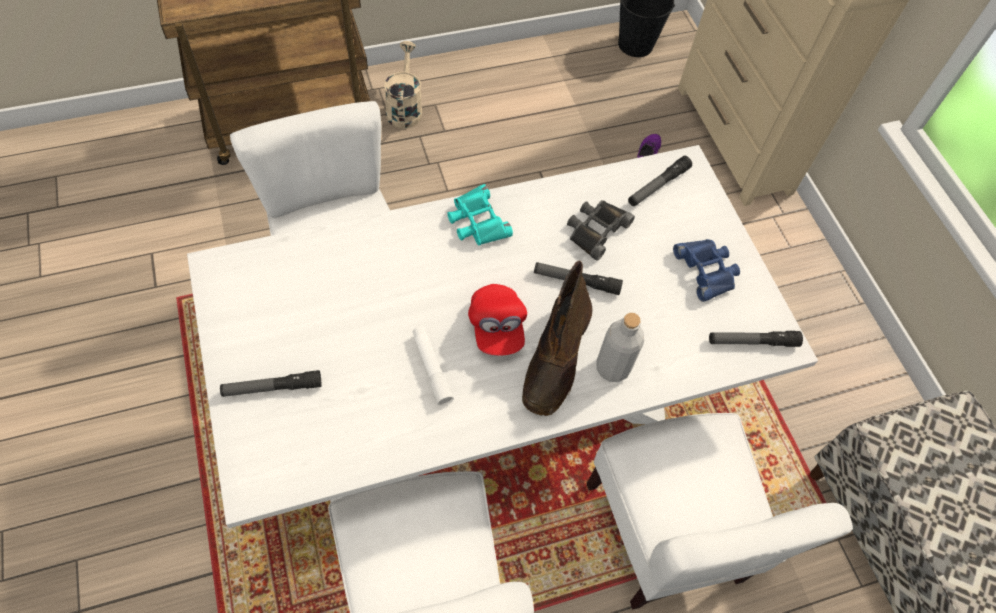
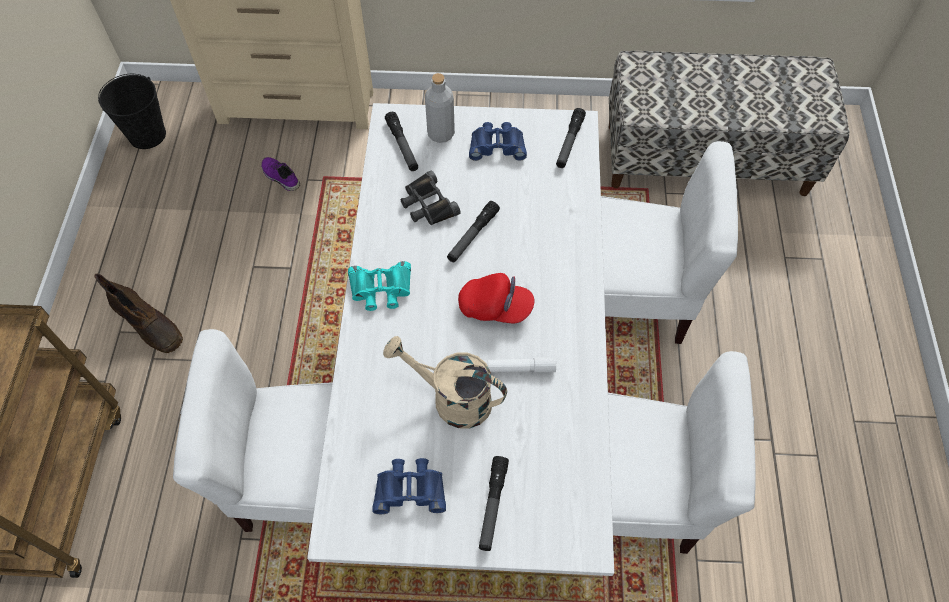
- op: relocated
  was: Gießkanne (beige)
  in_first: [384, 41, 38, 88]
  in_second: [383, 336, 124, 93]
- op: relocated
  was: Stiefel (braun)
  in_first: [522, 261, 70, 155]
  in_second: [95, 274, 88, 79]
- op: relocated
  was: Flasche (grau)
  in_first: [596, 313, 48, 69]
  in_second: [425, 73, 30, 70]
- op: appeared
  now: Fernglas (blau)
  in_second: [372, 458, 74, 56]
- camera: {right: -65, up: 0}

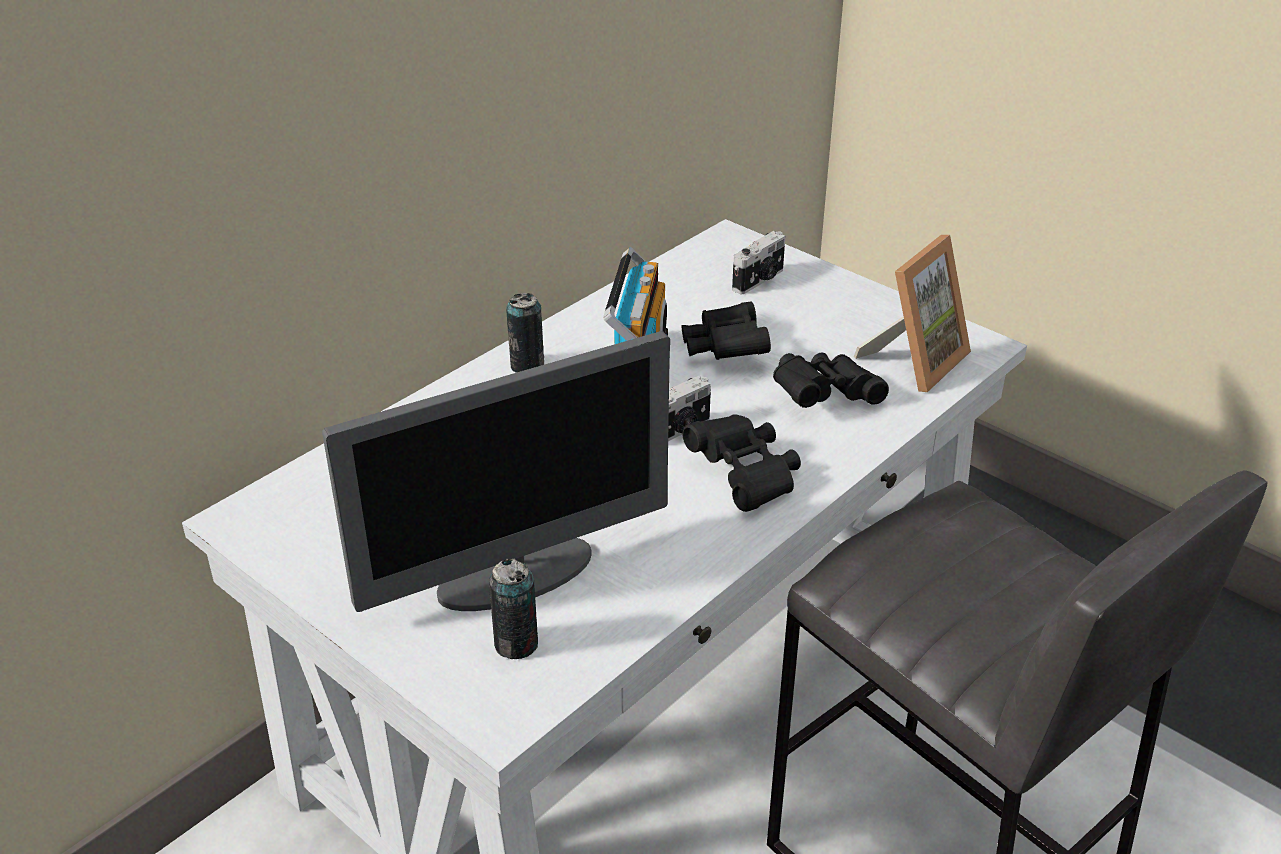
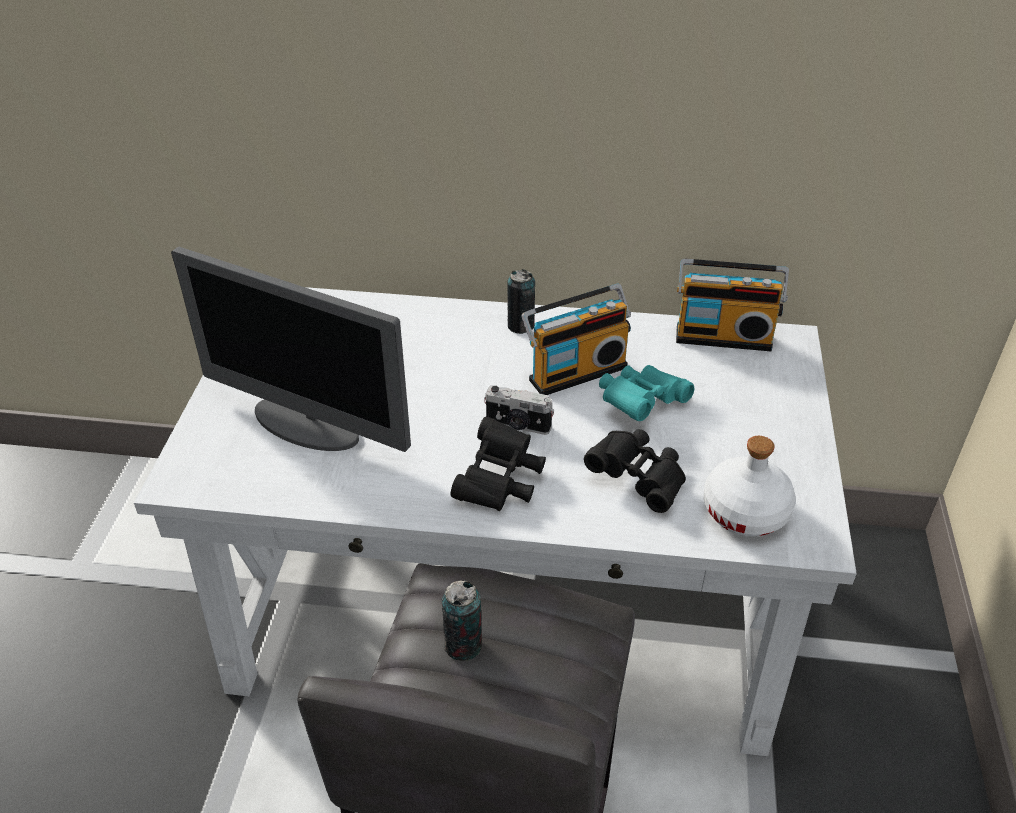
- op: missing
  was: Kamera
  in_first: [732, 231, 53, 63]
- op: exchanged
  was: Bilderrahmen
  now: Flasche (weiß)
  in_first: [854, 235, 117, 157]
  in_second: [704, 436, 92, 100]
- op: colour
  was: Fernglas (schwarz)
  now: Fernglas (türkis)
  in_first: [682, 302, 89, 58]
  in_second: [599, 365, 95, 56]
- op: relocated
  was: Dose
  in_first: [489, 558, 49, 101]
  in_second: [441, 580, 41, 81]
- op: appeared
  now: Radio
  in_second: [676, 259, 113, 92]
- camera: {right: 55, up: 5}

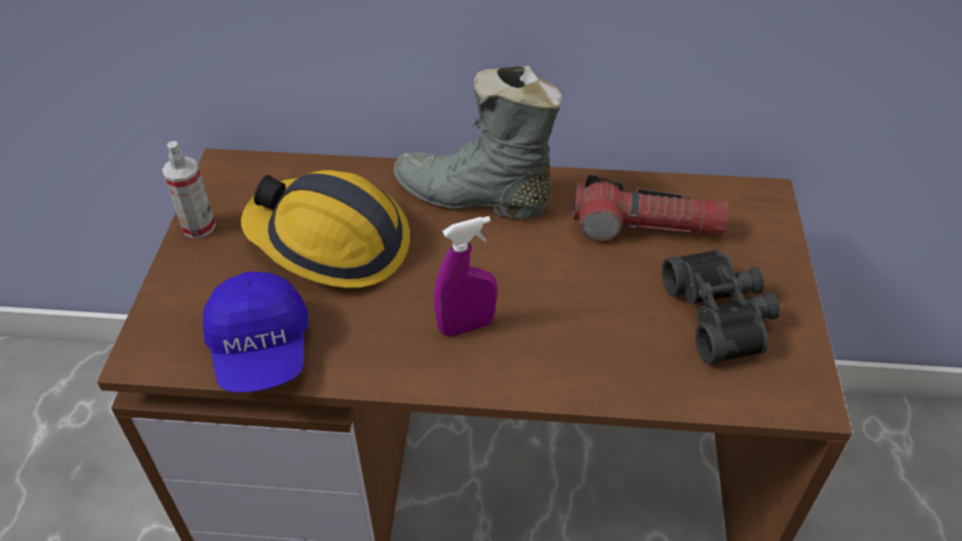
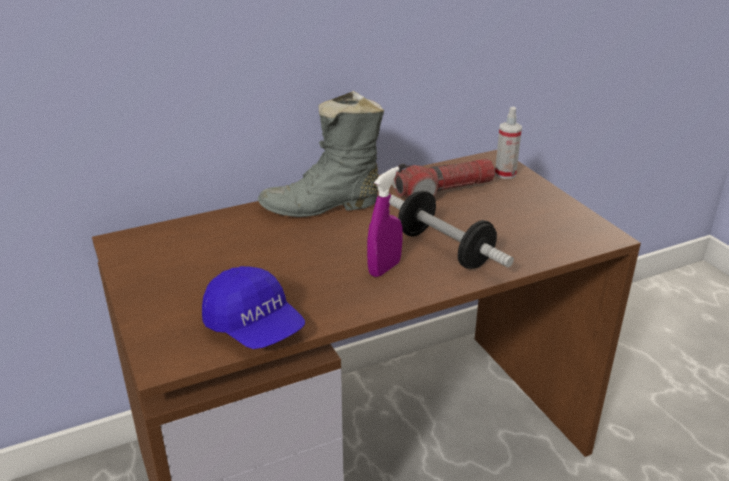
- op: relocated
  was: Sprühflasche
  in_first: [162, 141, 54, 98]
  in_second: [495, 107, 27, 72]
- op: missing
  was: Schutzhelm
  in_first: [241, 170, 169, 118]
- op: missing
  was: Fernglas (schwarz)
  in_first: [662, 249, 118, 115]
- op: appeared
  now: Hantel
  in_second: [389, 191, 125, 78]
- camera: {right: -30, up: -15}

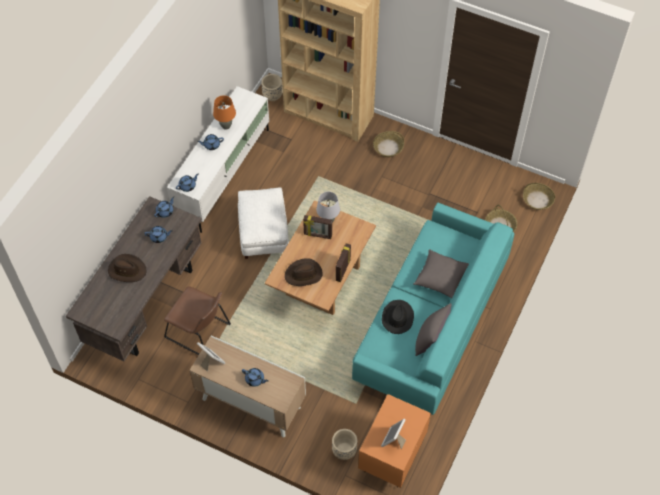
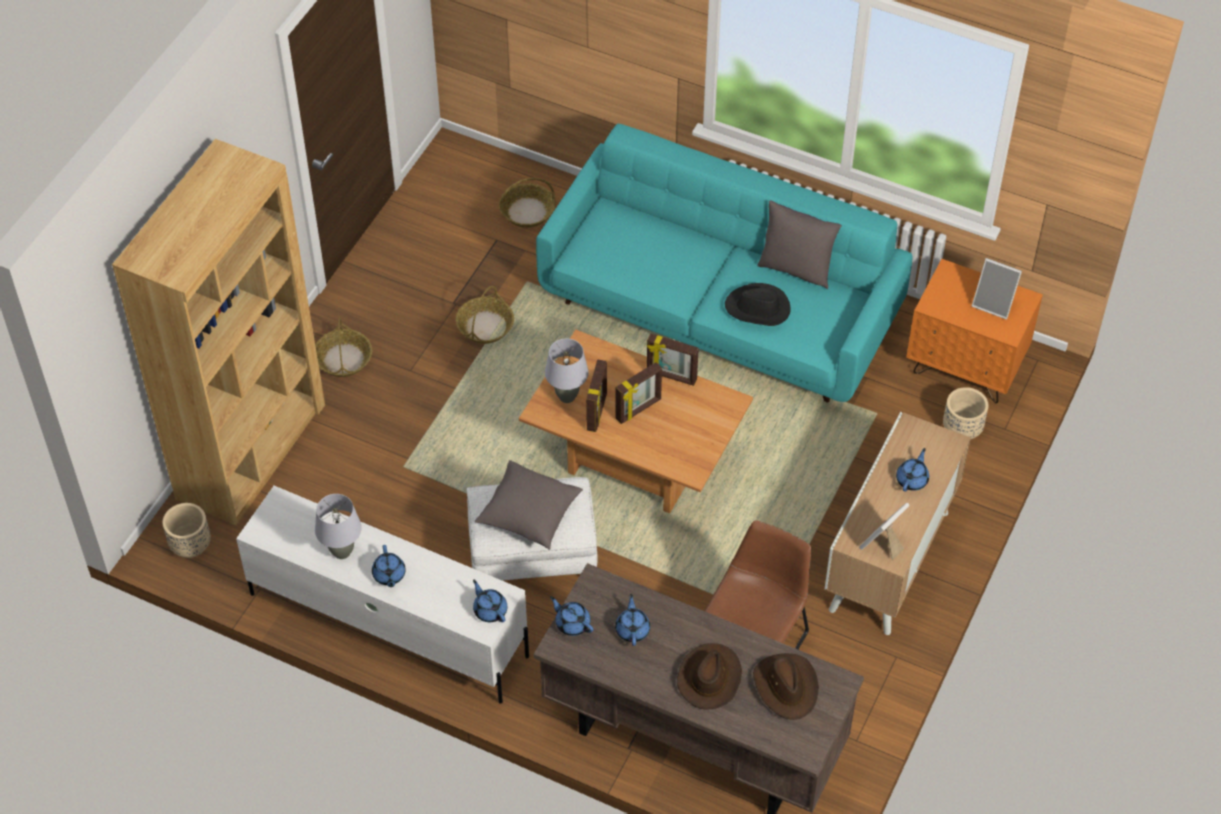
- op: colour
  was: Tischlampe (orange)
  now: Tischlampe (grau)
  in_first: [213, 95, 23, 35]
  in_second: [315, 494, 47, 65]
- op: relocated
  was: Korb
  in_first: [523, 183, 32, 27]
  in_second: [456, 286, 58, 58]
- op: relocated
  was: Kissen (grau)
  in_first: [413, 249, 56, 49]
  in_second: [475, 460, 108, 90]
- op: relocated
  was: Hut (braun)
  in_first: [285, 258, 38, 28]
  in_second: [753, 653, 66, 67]
- op: appeared
  now: Bilderrahmen
  in_second: [616, 362, 46, 62]
- camera: {right: -90, up: -5}

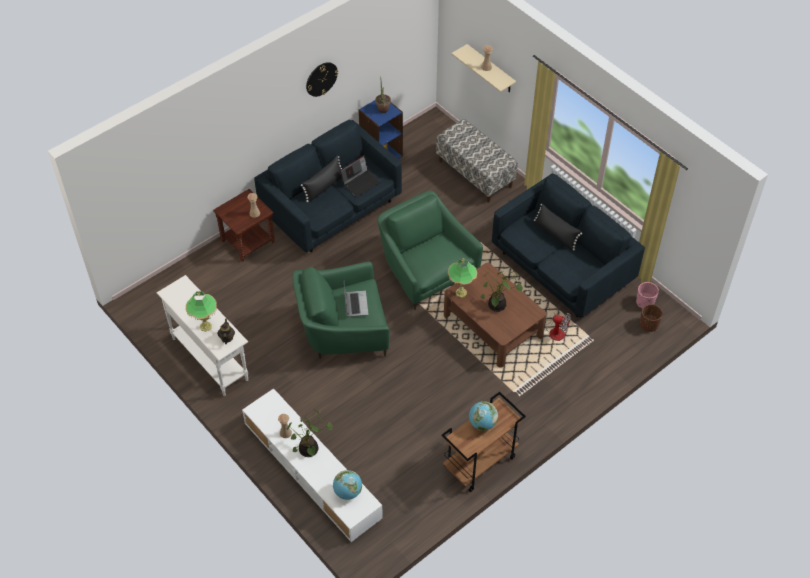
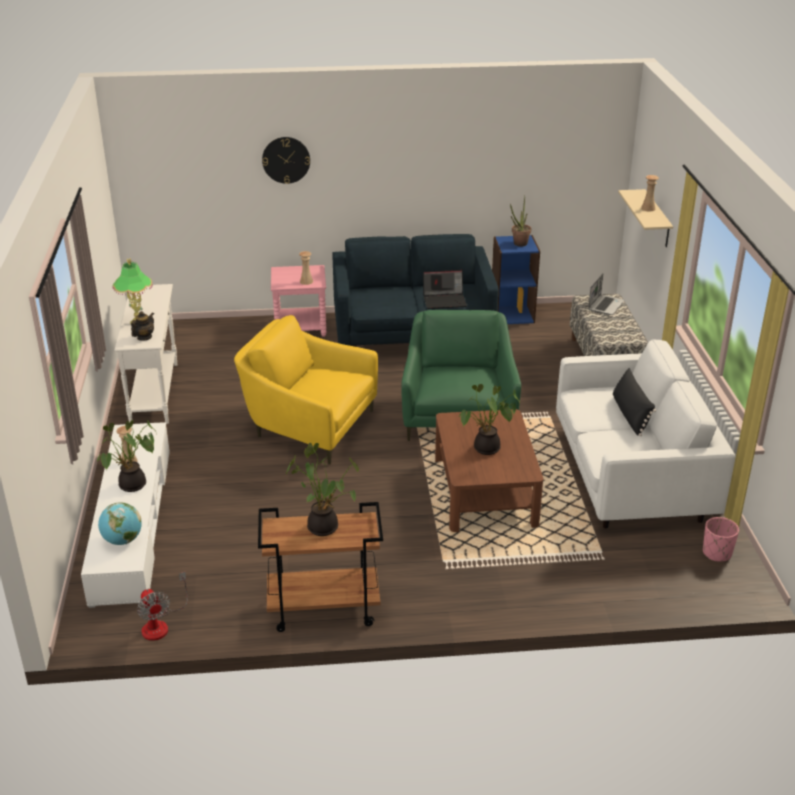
- op: relocated
  was: Wanduhr
  in_first: [306, 62, 32, 35]
  in_second: [262, 137, 48, 47]
- op: missing
  was: Kissen (schwarz)
  in_first: [301, 156, 41, 46]
- op: colour
  was: Sofa (blau)
  now: Sofa (weiß)
  in_first: [492, 174, 153, 144]
  in_second: [556, 340, 179, 188]
- op: colour
  was: Beistelltisch (braun)
  now: Beistelltisch (rosa)
  in_first: [213, 189, 62, 72]
  in_second: [271, 265, 56, 72]
- op: missing
  was: Tischlampe
  in_first: [447, 258, 30, 39]
- op: colour
  was: Sessel (grün)
  now: Sessel (gelb)
  in_first: [292, 261, 98, 98]
  in_second: [234, 315, 144, 150]
- op: relocated
  was: Laptop
  in_first: [344, 283, 24, 34]
  in_second: [588, 274, 36, 41]
- op: relocated
  was: Ventilator
  in_first: [545, 298, 26, 43]
  in_second: [137, 572, 51, 69]
- op: missing
  was: Pflanzkübel (braun)
  in_first: [640, 304, 23, 28]
- op: exchanged
  was: Globus
  now: Topfpflanze
  in_first: [469, 401, 29, 30]
  in_second: [286, 443, 73, 93]
- camera: {right: 35, up: -20}

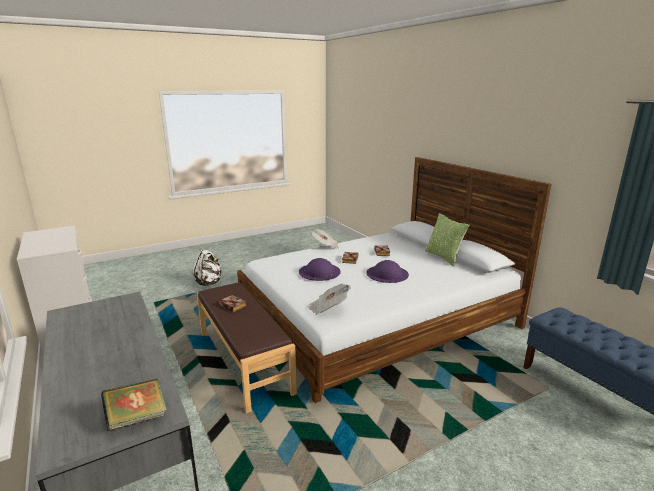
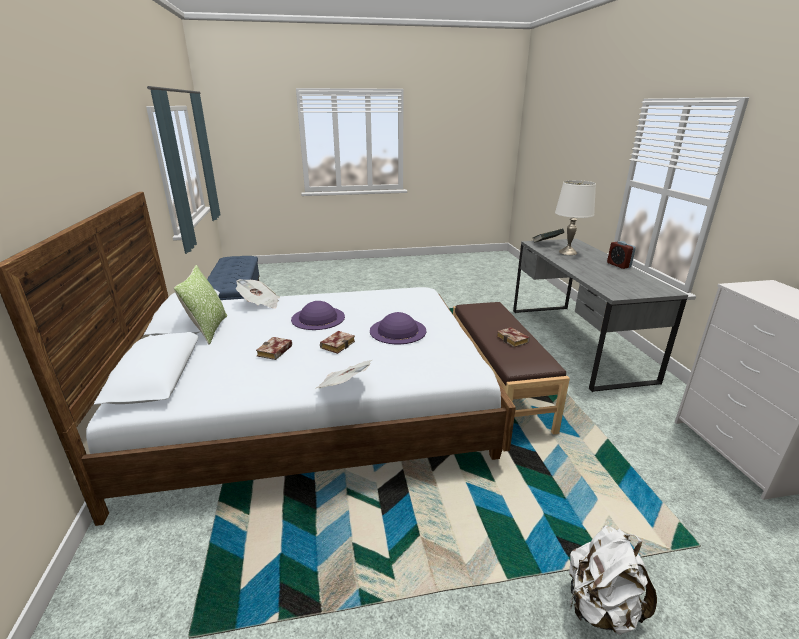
- op: relocated
  was: Zeitung
  in_first: [307, 284, 44, 31]
  in_second: [236, 279, 44, 29]
- op: appeared
  now: Tischlampe (weiß)
  in_second: [555, 180, 41, 75]
- op: appeared
  now: Wecker
  in_second: [607, 241, 29, 28]
- camera: {right: -160, up: 5}

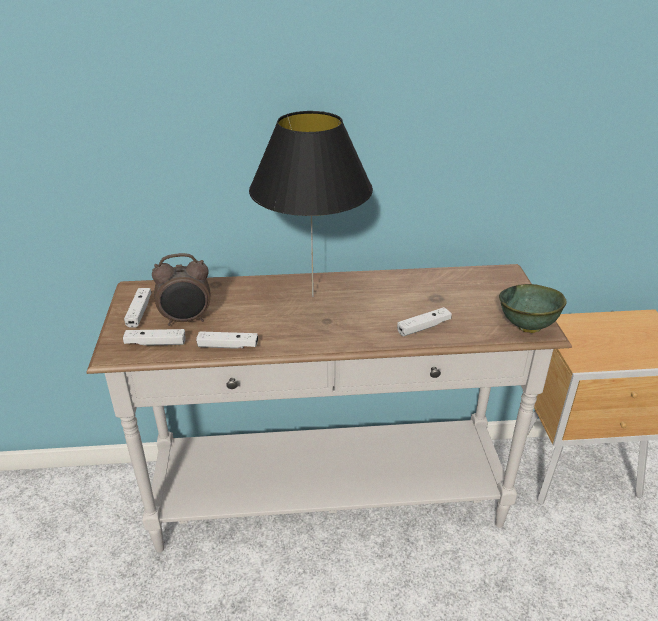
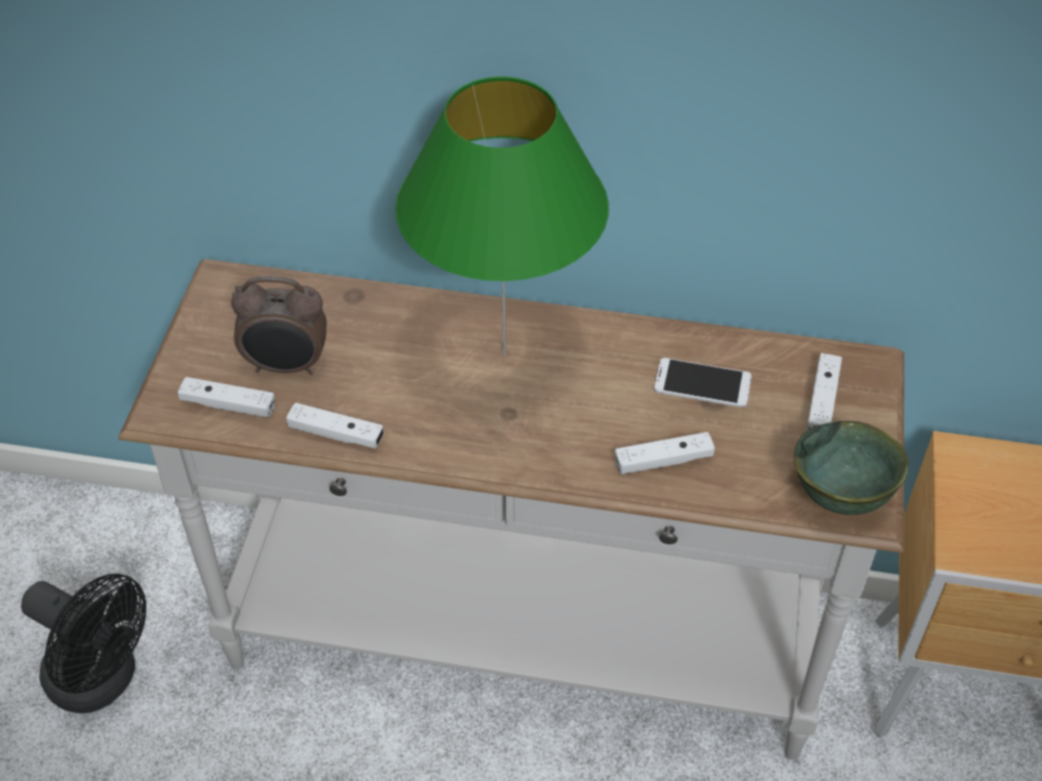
- op: colour
  was: Tischlampe (schwarz)
  now: Tischlampe (grün)
  in_first: [249, 111, 124, 186]
  in_second: [395, 76, 214, 280]
- op: relocated
  was: Gamepad (weiß)
  in_first: [124, 288, 28, 40]
  in_second: [807, 353, 35, 77]
- op: appeared
  now: Handy
  in_second: [654, 358, 98, 50]
- op: appeared
  now: Ventilator (schwarz)
  in_second: [21, 574, 125, 140]
- camera: {right: 15, up: 15}

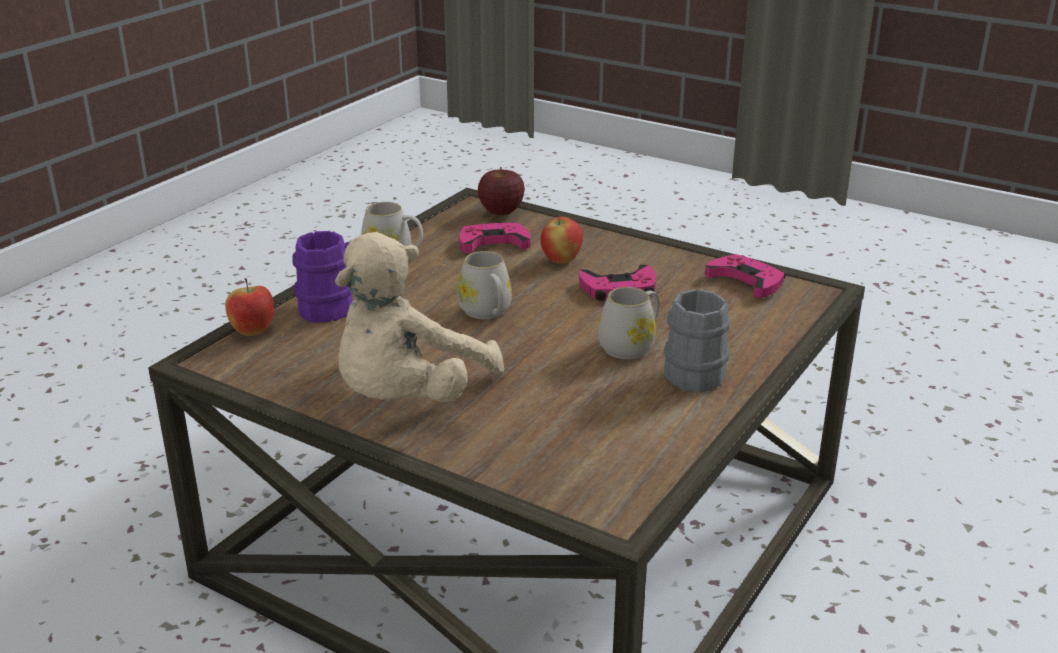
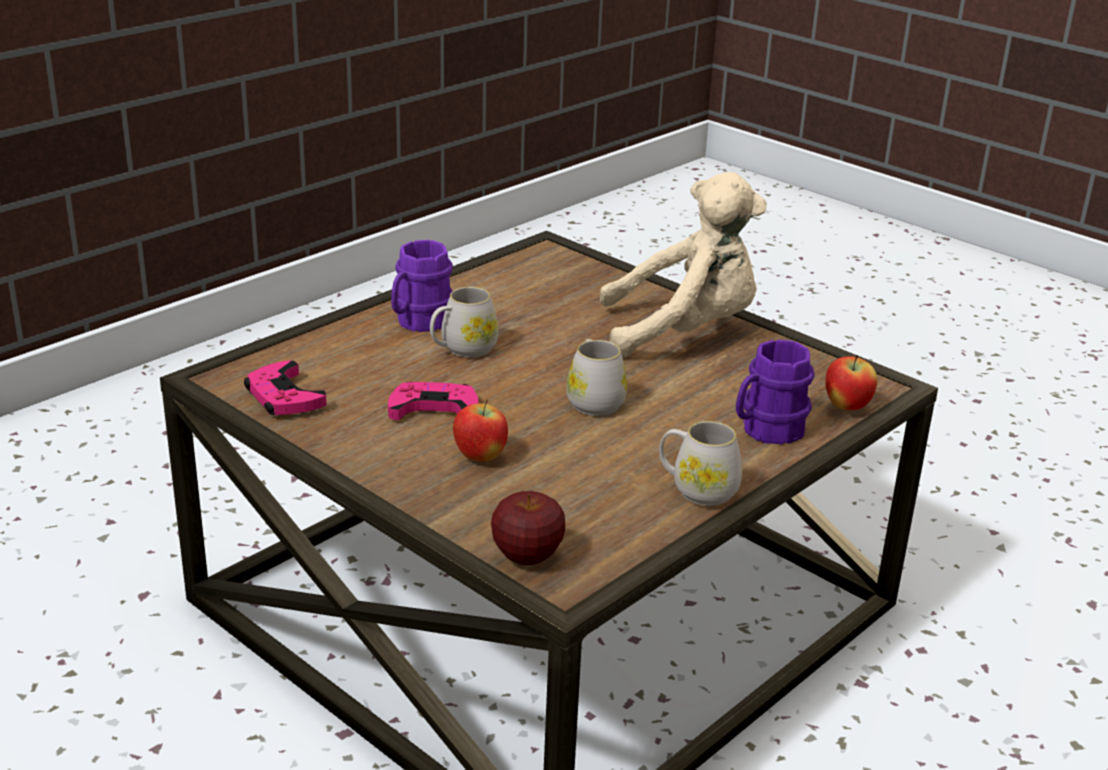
- op: missing
  was: Gamepad (rosa)
  in_first: [459, 222, 72, 31]
- op: spun
  was: Plüschtier (beige)
  in_first: [335, 232, 169, 170]
  in_second: [600, 172, 166, 186]
  clockwise: 45
- op: colour
  was: Henkelbecher (grau)
  now: Henkelbecher (lila)
  in_first: [664, 289, 67, 104]
  in_second: [391, 240, 62, 92]
- camera: {right: -170, up: 0}

